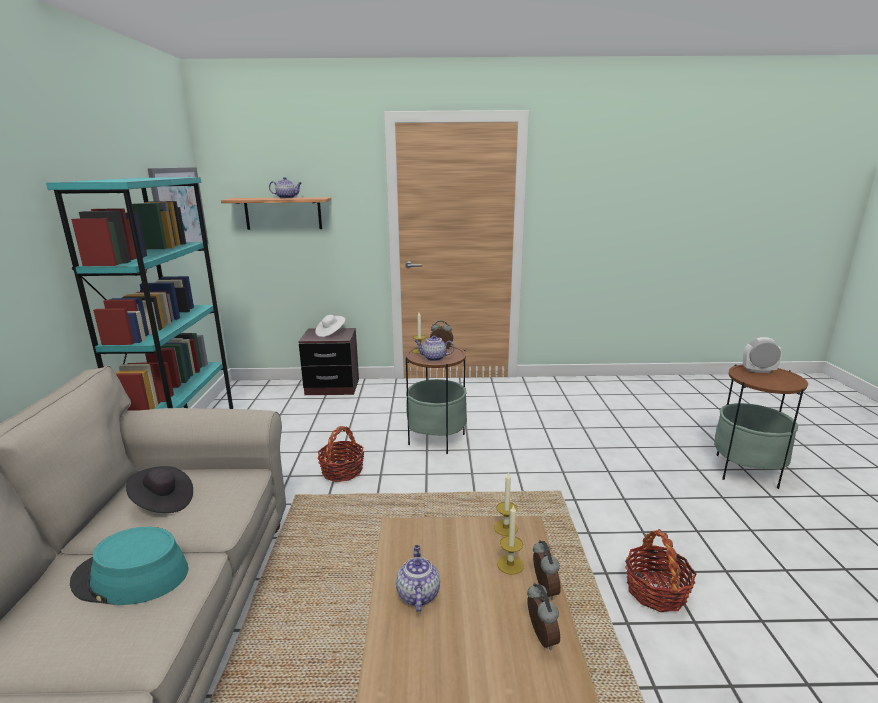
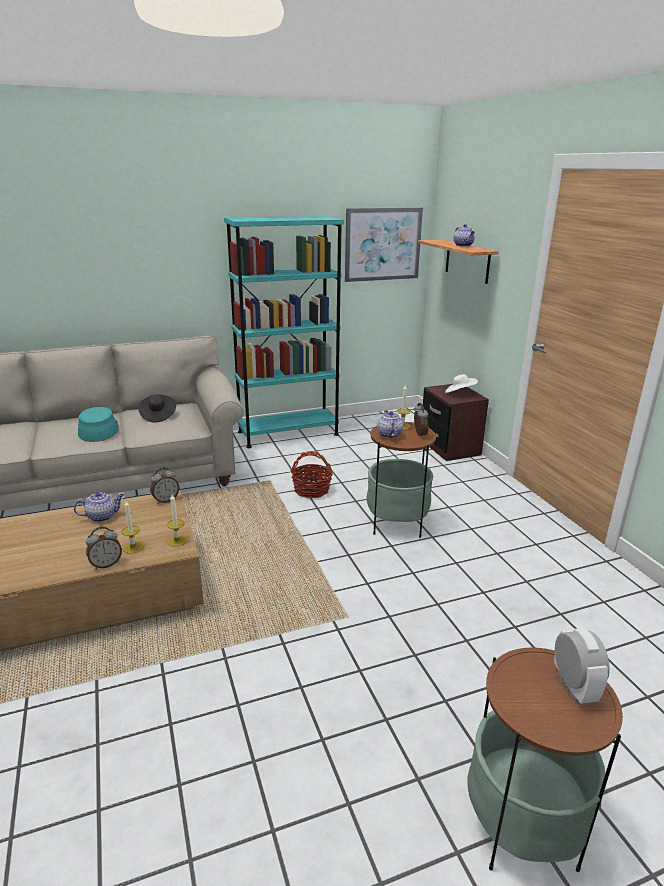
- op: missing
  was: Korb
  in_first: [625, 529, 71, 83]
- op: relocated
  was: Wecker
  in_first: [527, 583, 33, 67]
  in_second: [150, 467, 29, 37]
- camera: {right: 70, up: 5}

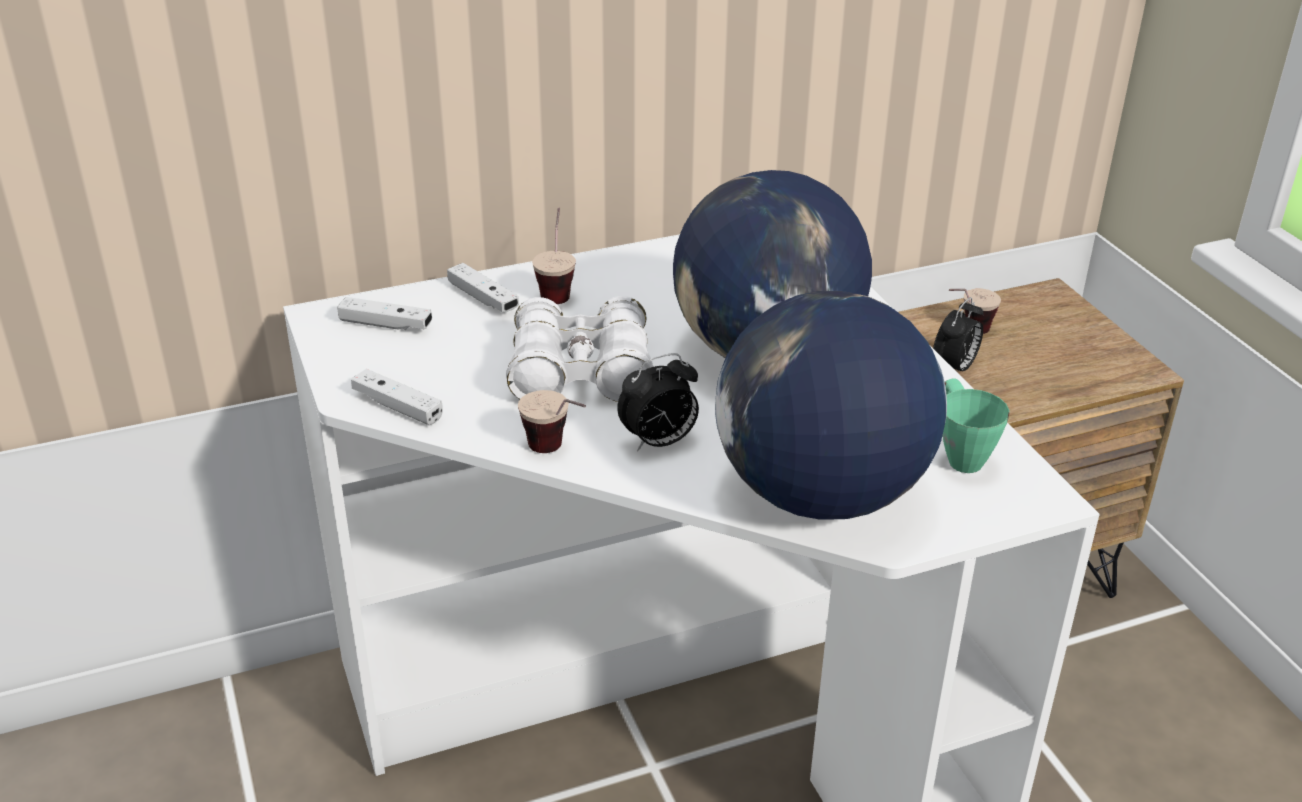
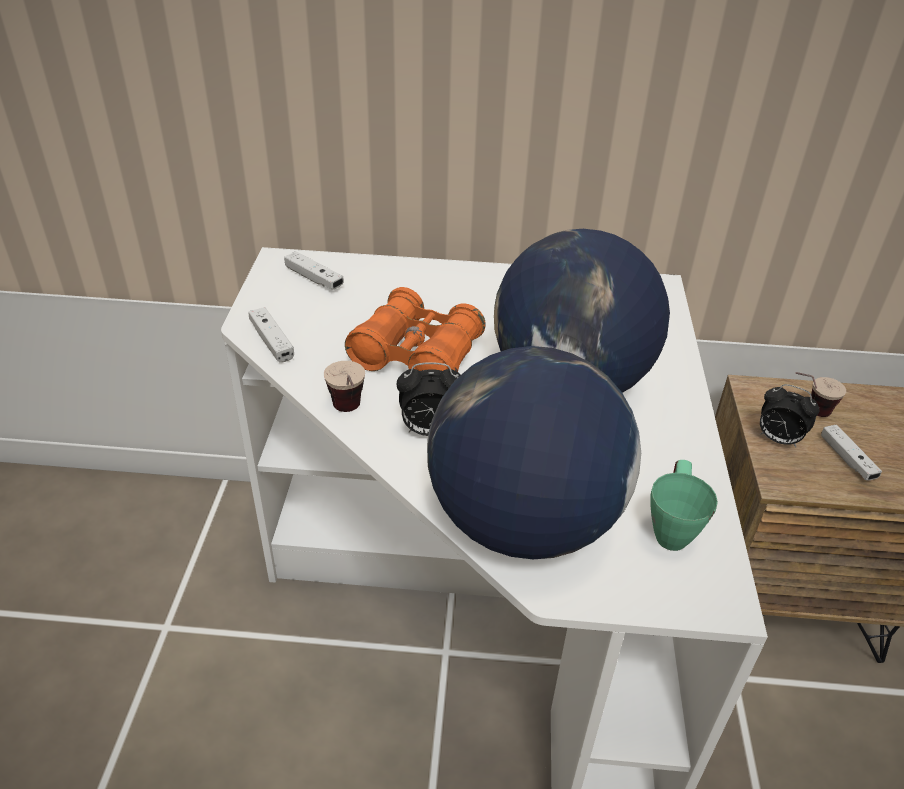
- op: missing
  was: Tasse
  in_first: [532, 208, 44, 96]
- op: relocated
  was: Gamepad (weiß)
  in_first: [447, 263, 72, 50]
  in_second: [821, 425, 61, 56]
- op: colour
  was: Fernglas (weiß)
  now: Fernglas (orange)
  in_first: [506, 296, 148, 106]
  in_second: [345, 287, 141, 85]
- op: spun
  was: Wecker
  in_first: [933, 297, 51, 74]
  in_second: [760, 384, 59, 63]
  clockwise: 60
- camera: {right: 25, up: 5}

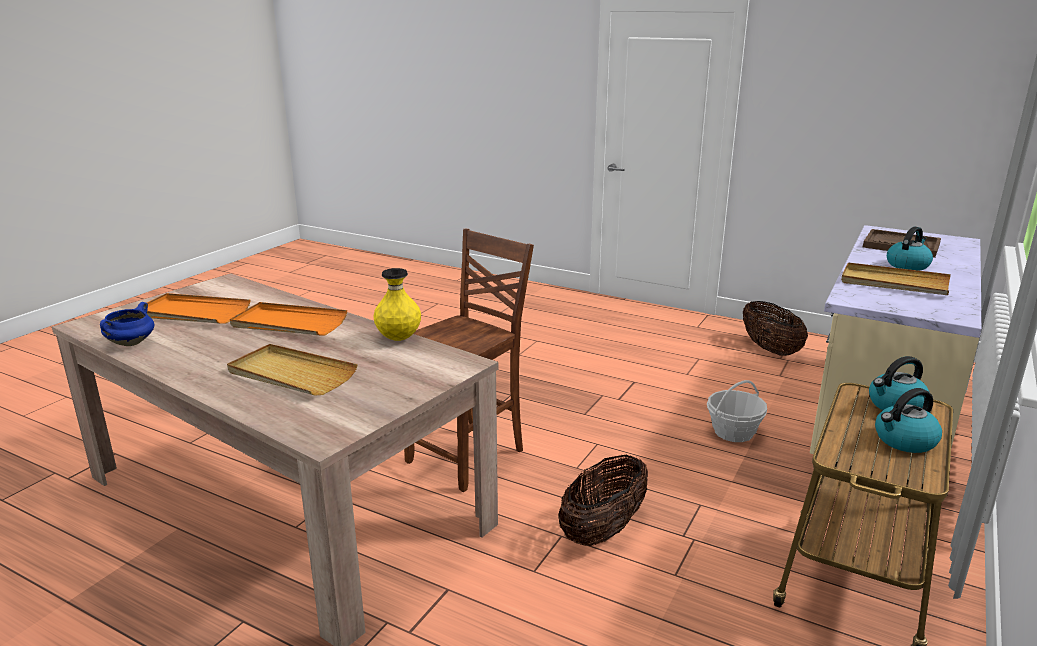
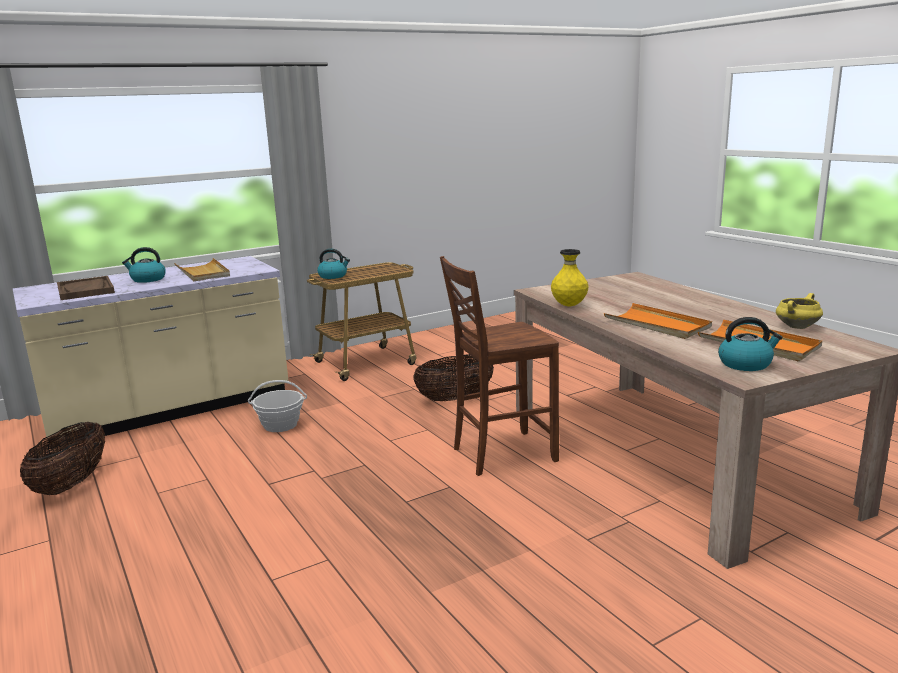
- op: colour
  was: Kochtopf (blau)
  now: Kochtopf (gelb)
  in_first: [100, 302, 54, 44]
  in_second: [776, 293, 47, 36]
- op: missing
  was: Tablett (beige)
  in_first: [227, 344, 131, 51]
- op: relocated
  was: Wasserkessel
  in_first: [875, 388, 67, 65]
  in_second: [718, 317, 65, 54]
- camera: {right: -150, up: -5}

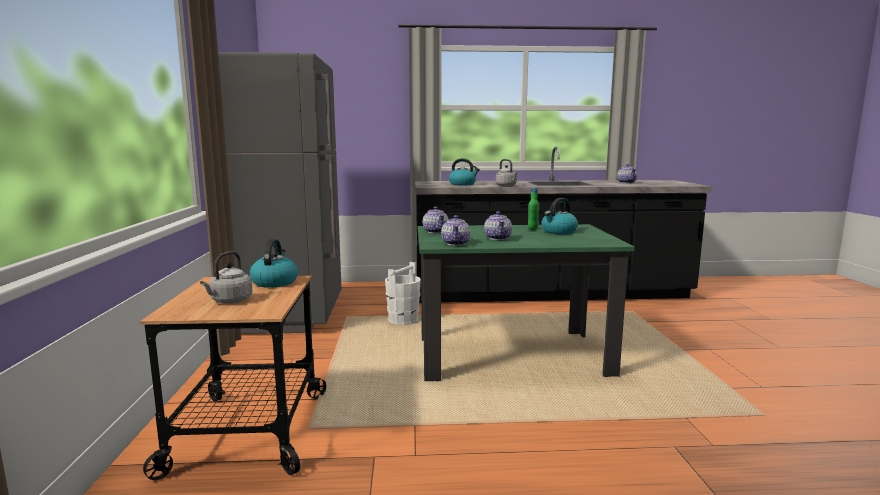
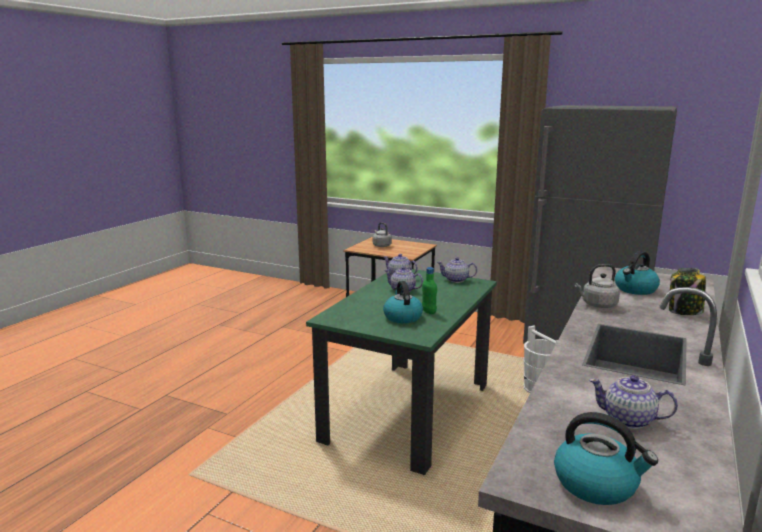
- op: relocated
  was: Wasserkessel
  in_first: [250, 239, 48, 49]
  in_second: [554, 412, 104, 93]
- op: appeared
  now: Vorratsglas
  in_second: [669, 268, 37, 47]
- camera: {right: 120, up: 5}

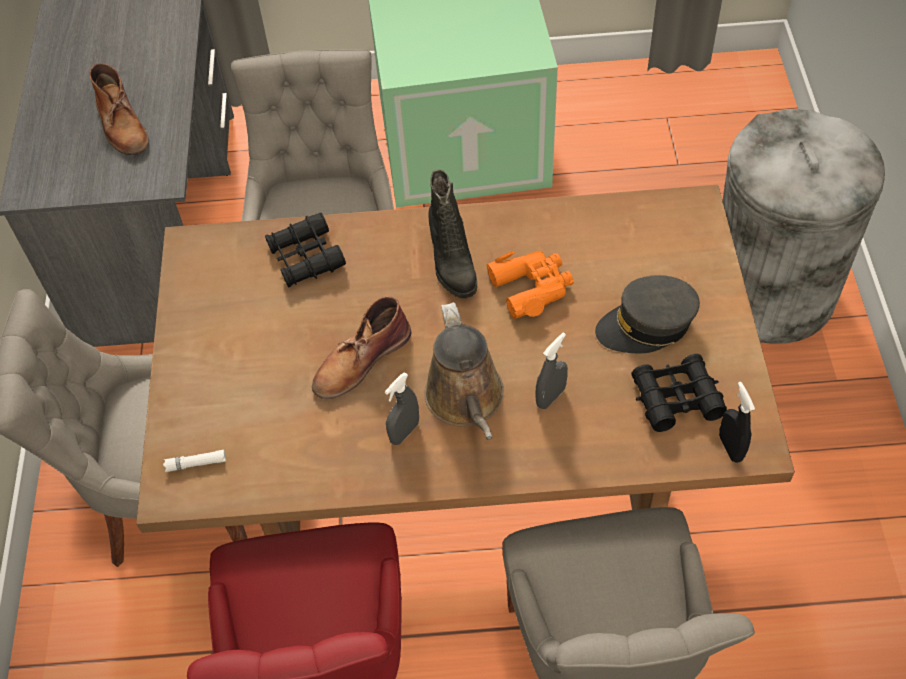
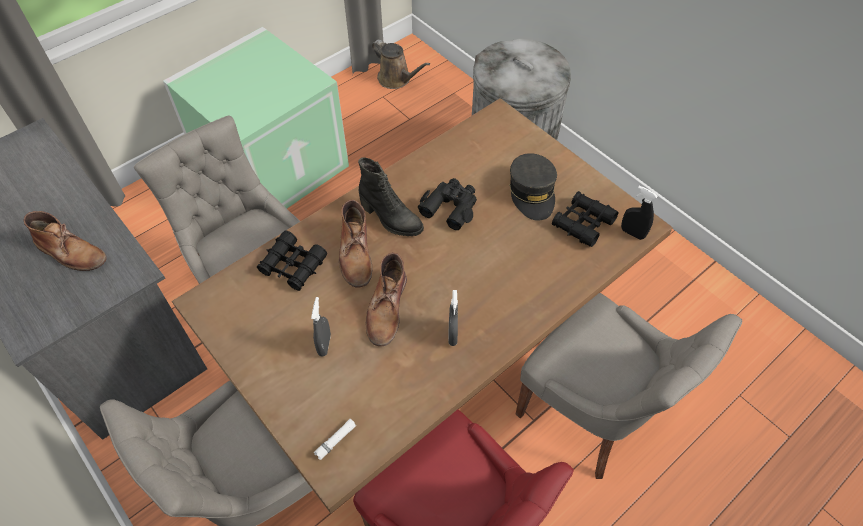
- op: colour
  was: Fernglas (orange)
  now: Fernglas (schwarz)
  in_first: [486, 251, 88, 68]
  in_second: [418, 178, 59, 52]
- op: spun
  was: Kappe (grau)
  in_first: [595, 275, 105, 79]
  in_second: [509, 153, 48, 68]
  clockwise: -45
- op: relocated
  was: Gießkanne (braun)
  in_first: [424, 302, 80, 138]
  in_second: [372, 40, 58, 49]
- op: relocated
  was: Sprühflasche (grau)
  in_first: [536, 333, 32, 76]
  in_second: [311, 297, 20, 60]
- op: appeared
  now: Stiefel (braun)
  in_second: [339, 200, 33, 87]
- camera: {right: -40, up: 0}

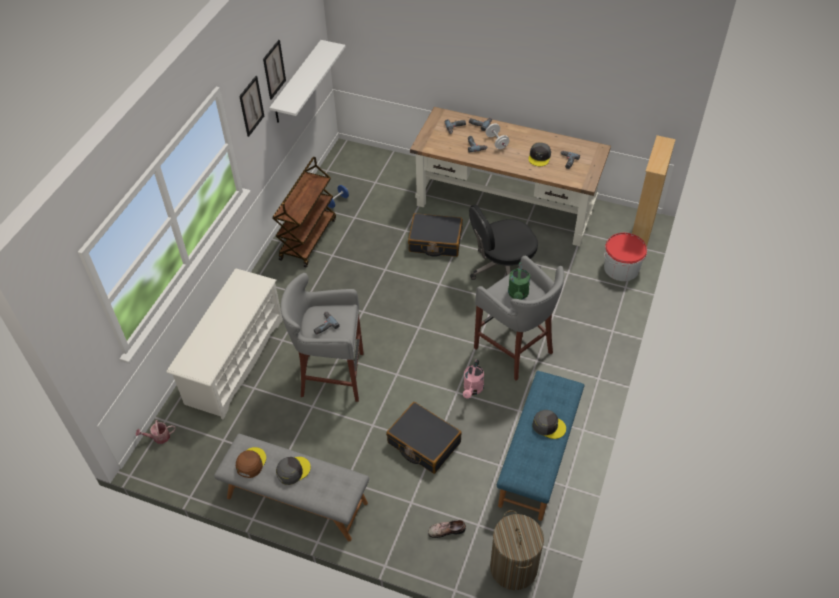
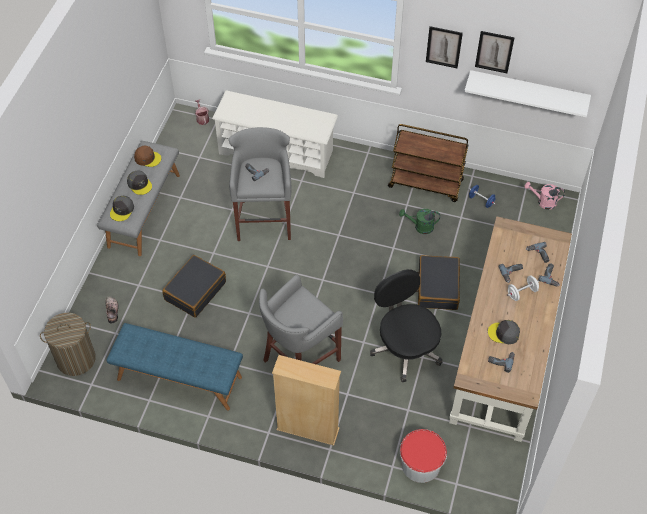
- op: relocated
  was: Bücherregal (beige)
  in_first: [632, 135, 44, 111]
  in_second: [272, 355, 69, 91]
- op: relocated
  was: Gießkanne (grün)
  in_first: [508, 262, 22, 38]
  in_second: [399, 209, 41, 25]
- op: relocated
  was: Gießkanne (rosa)
  in_first: [463, 359, 21, 40]
  in_second: [524, 182, 41, 28]
- op: relocated
  was: Kappe (grau)
  in_first: [532, 410, 34, 29]
  in_second: [110, 196, 24, 25]
- camera: {right: 85, up: 5}

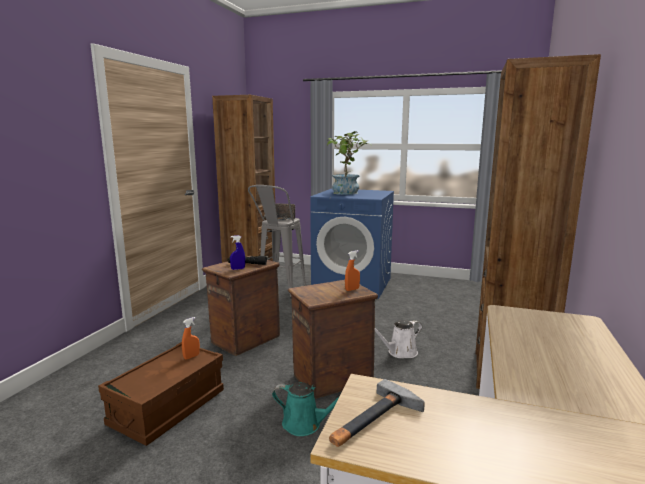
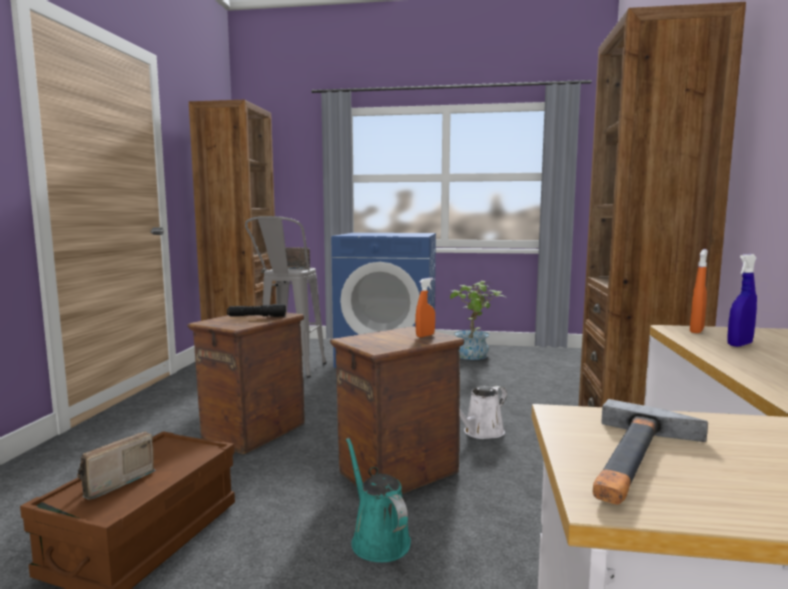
- op: relocated
  was: Topfpflanze
  in_first: [327, 131, 44, 64]
  in_second: [450, 281, 55, 79]
- op: relocated
  was: Sprühflasche (blau)
  in_first: [230, 235, 15, 35]
  in_second: [727, 254, 30, 93]
- op: relocated
  was: Sprühflasche (orange)
  in_first: [182, 317, 18, 43]
  in_second: [690, 249, 18, 84]
- op: spun
  was: Gießkanne (türkis)
  in_first: [272, 382, 67, 54]
  in_second: [346, 438, 65, 124]
  clockwise: -120
- op: appeared
  now: Radio
  in_second: [77, 431, 79, 69]
- camera: {right: -10, up: -5}

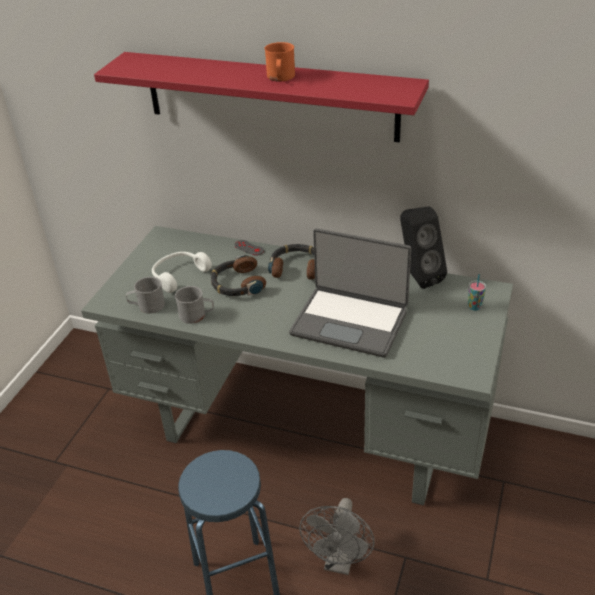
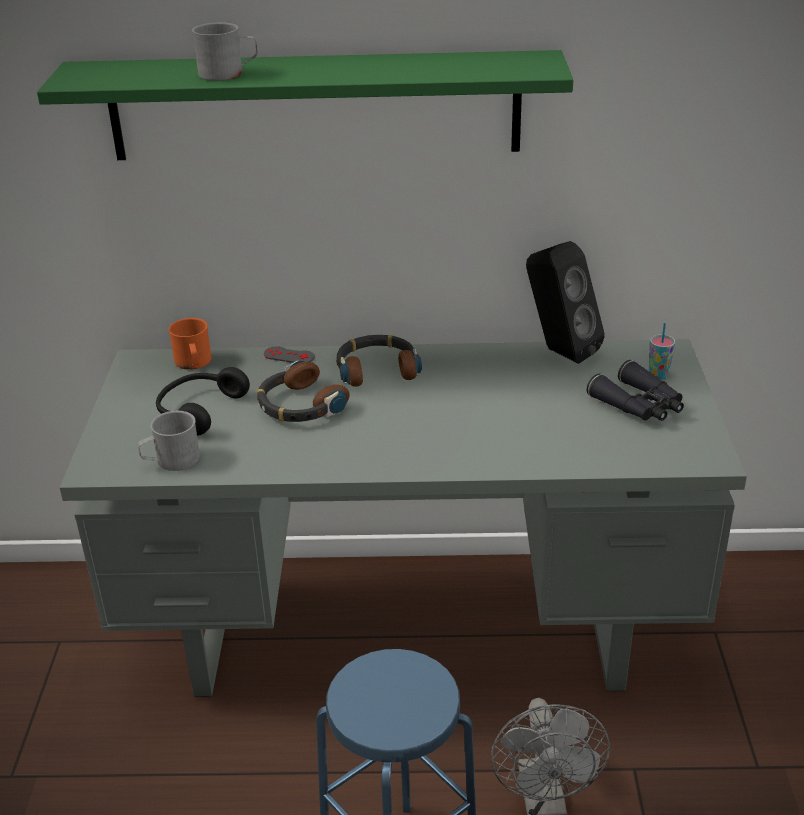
- op: relocated
  was: Henkelbecher (orange)
  in_first: [264, 42, 31, 40]
  in_second: [168, 318, 44, 52]
- op: colour
  was: Wandregal (rot)
  now: Wandregal (grün)
  in_first: [94, 52, 335, 91]
  in_second: [37, 50, 536, 110]
- op: missing
  was: Laptop
  in_first: [289, 228, 122, 130]
- op: colour
  was: Kopfhörer (weiß)
  now: Kopfhörer (schwarz)
  in_first: [152, 252, 60, 41]
  in_second: [156, 367, 94, 69]
- op: relocated
  was: Henkelbecher (grau)
  in_first: [175, 286, 39, 38]
  in_second: [192, 22, 65, 59]
- op: appeared
  now: Fernglas (schwarz)
  in_second: [587, 360, 97, 61]
- camera: {right: -20, up: -5}

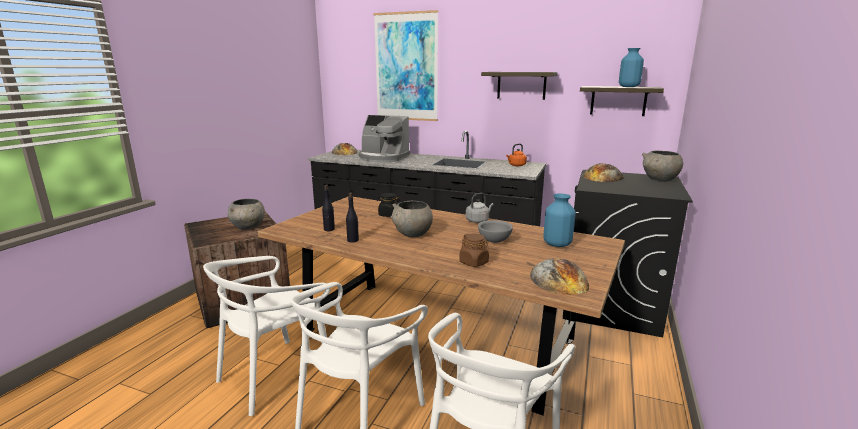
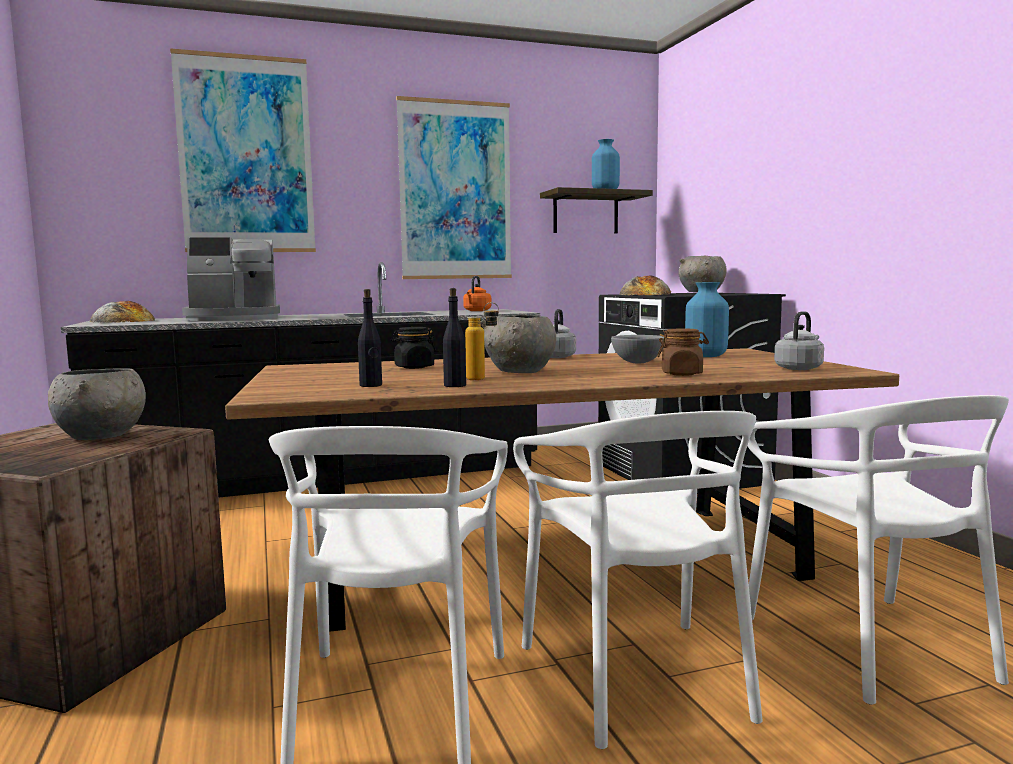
- op: exchanged
  was: Wandregal
  now: Bild
  in_first: [481, 72, 76, 28]
  in_second: [396, 96, 116, 183]
- op: exchanged
  was: Brot
  now: Wasserkessel (grau)
  in_first: [530, 259, 59, 36]
  in_second: [774, 311, 50, 59]
- op: appeared
  now: Flasche
  in_second: [465, 302, 34, 78]
- camera: {right: -40, up: -10}

